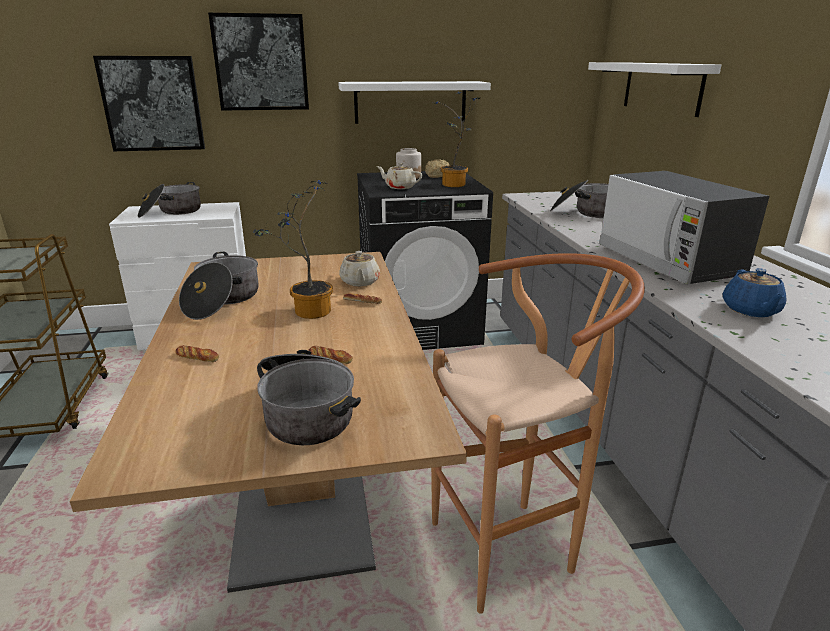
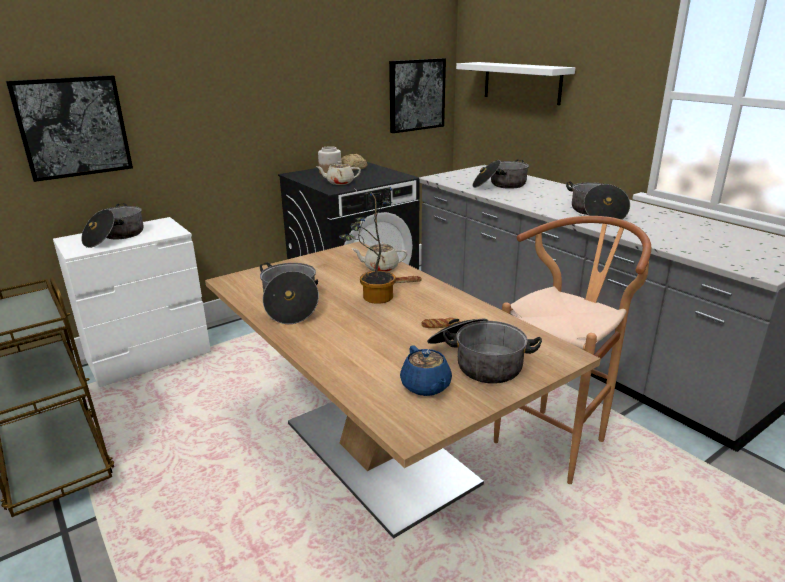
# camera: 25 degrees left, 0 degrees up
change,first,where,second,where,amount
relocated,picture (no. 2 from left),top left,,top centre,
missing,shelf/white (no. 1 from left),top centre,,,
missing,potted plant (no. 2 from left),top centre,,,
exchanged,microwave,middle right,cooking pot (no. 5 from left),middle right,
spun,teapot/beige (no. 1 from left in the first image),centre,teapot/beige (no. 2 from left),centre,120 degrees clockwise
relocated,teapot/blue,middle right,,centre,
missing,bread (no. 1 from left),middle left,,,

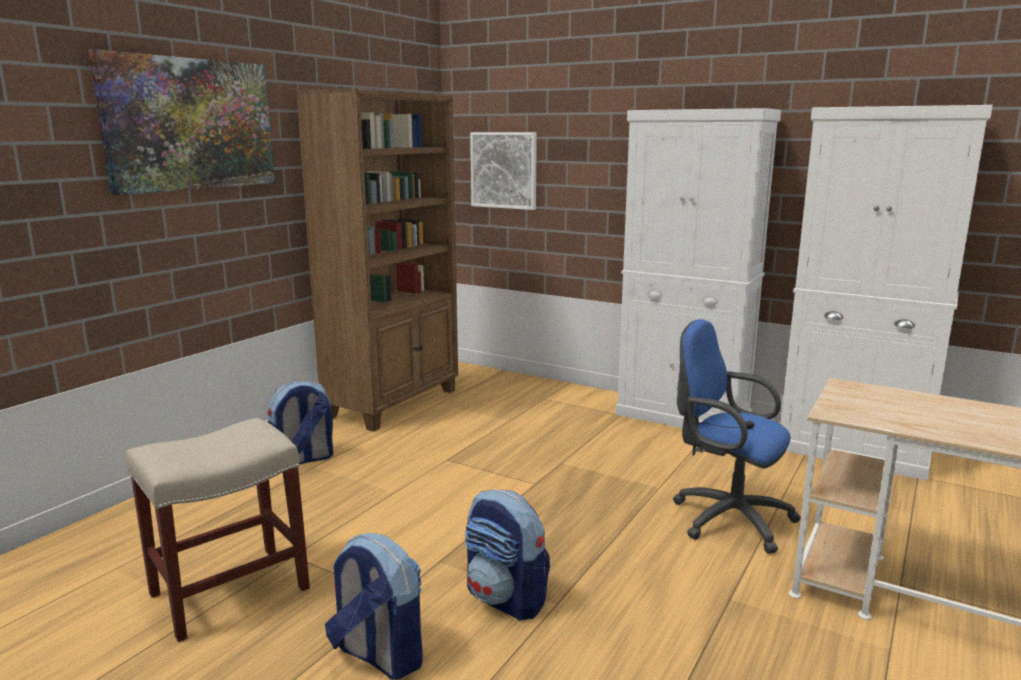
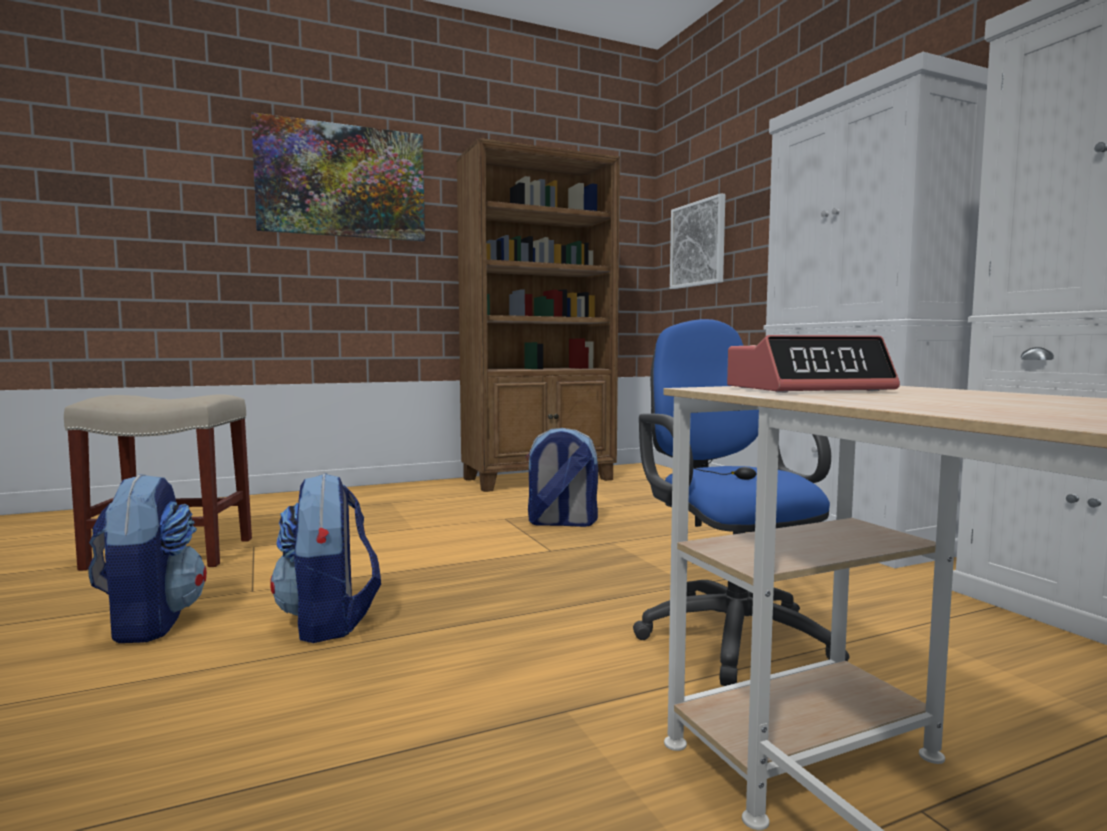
# camera: 35 degrees right, 10 degrees down
change,first,where,second,where,amount
relocated,backpack (no. 1 from left in the first image),middle left,backpack (no. 3 from left),centre,
appeared,,,alarm clock,middle right,

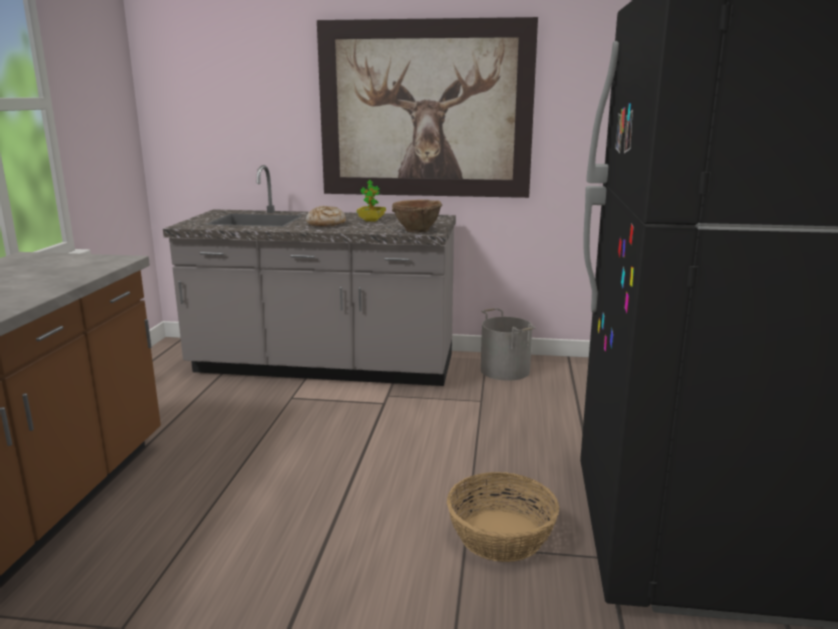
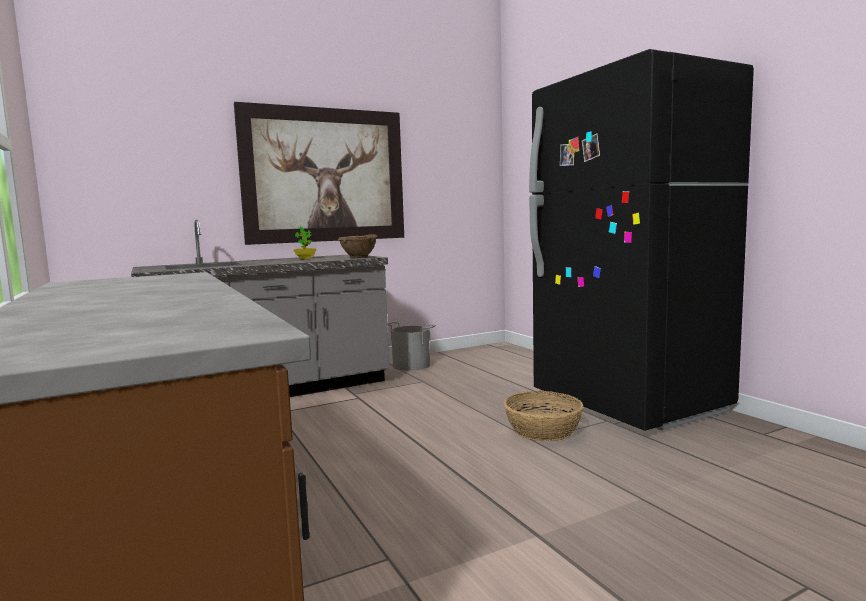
# camera: 35 degrees left, 10 degrees down
change,first,where,second,where,amount
missing,bread,centre,,,

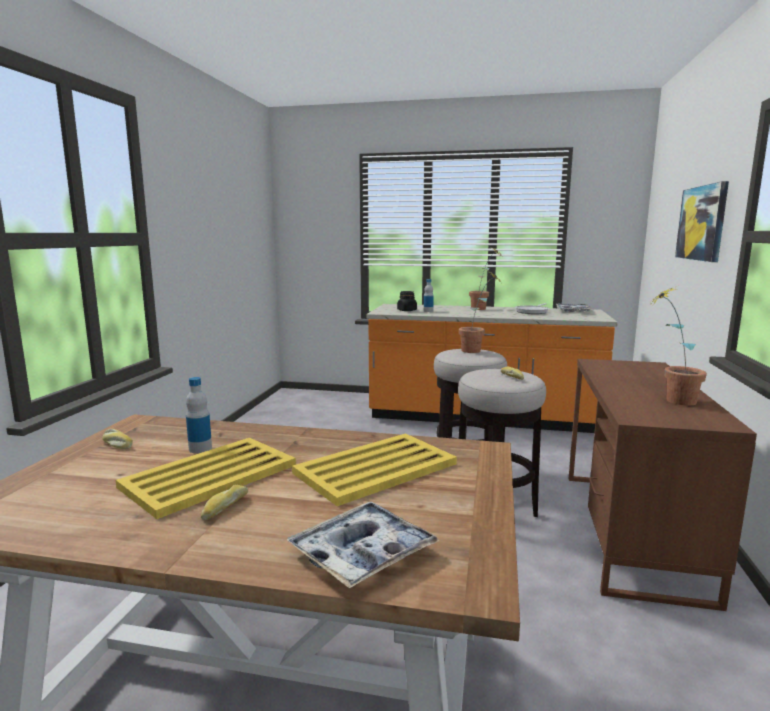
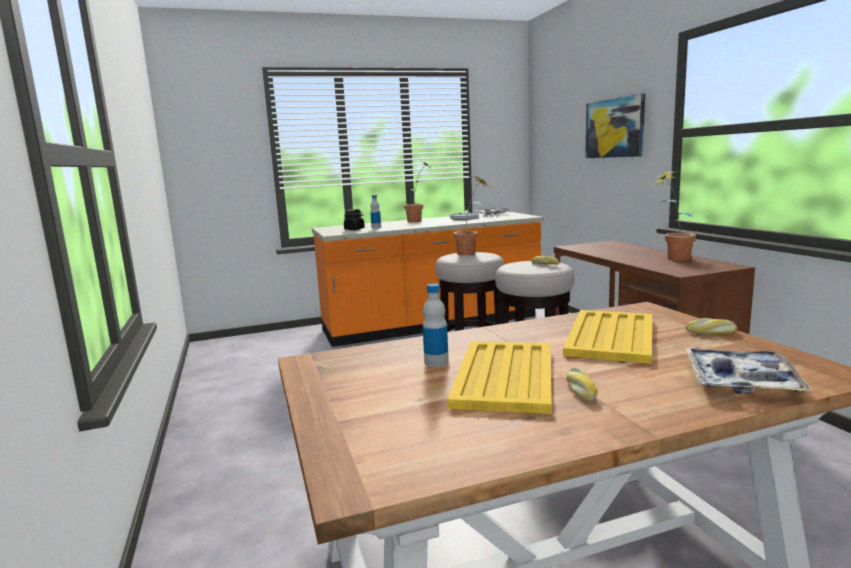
# camera: 30 degrees left, 0 degrees up
change,first,where,second,where,amount
relocated,bread (no. 1 from left in the first image),middle left,bread (no. 3 from left),middle right,

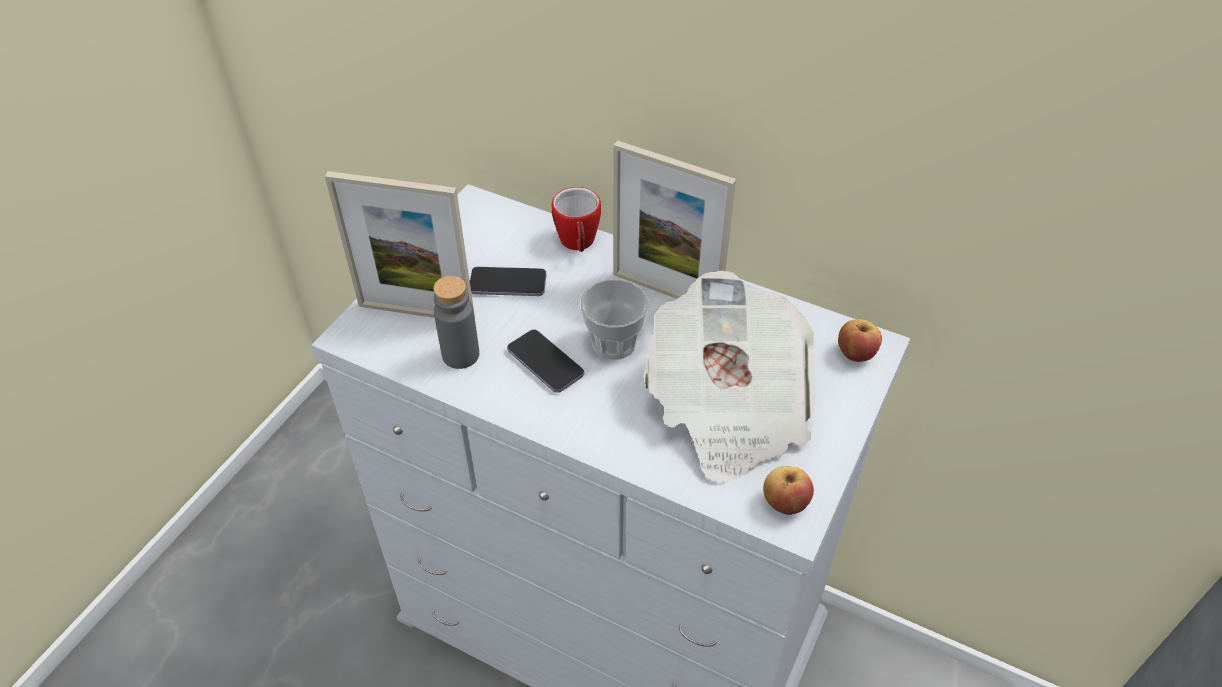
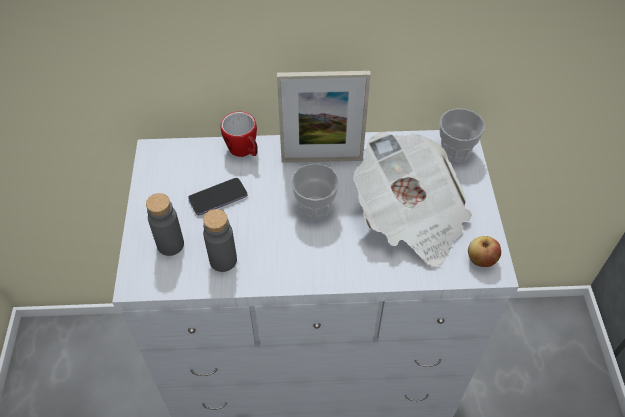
# camera: 30 degrees left, 5 degrees up
change,first,where,second,where,amount
exchanged,picture frame (no. 1 from left),middle left,bottle/grey (no. 1 from left),middle left,
exchanged,apple (no. 2 from left),middle right,cup (no. 2 from left),top right,
missing,phone (no. 2 from left),centre,,,

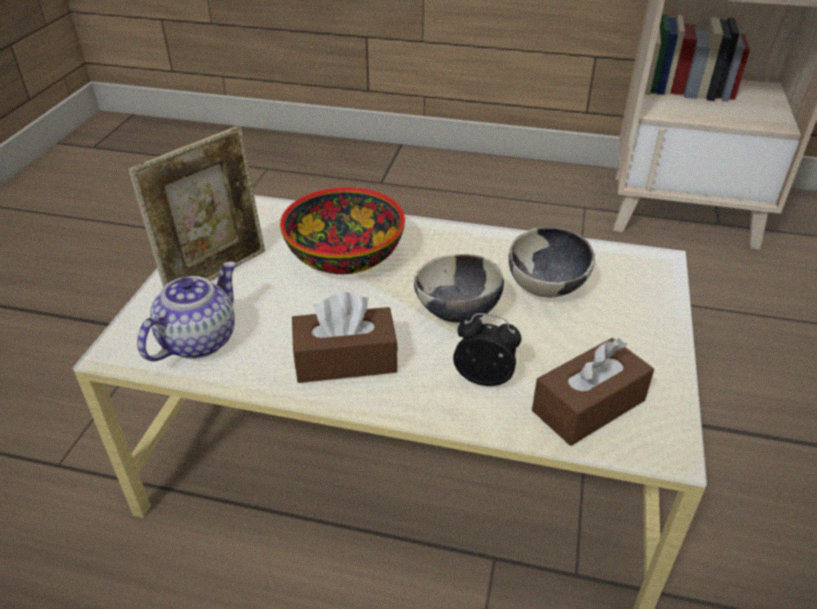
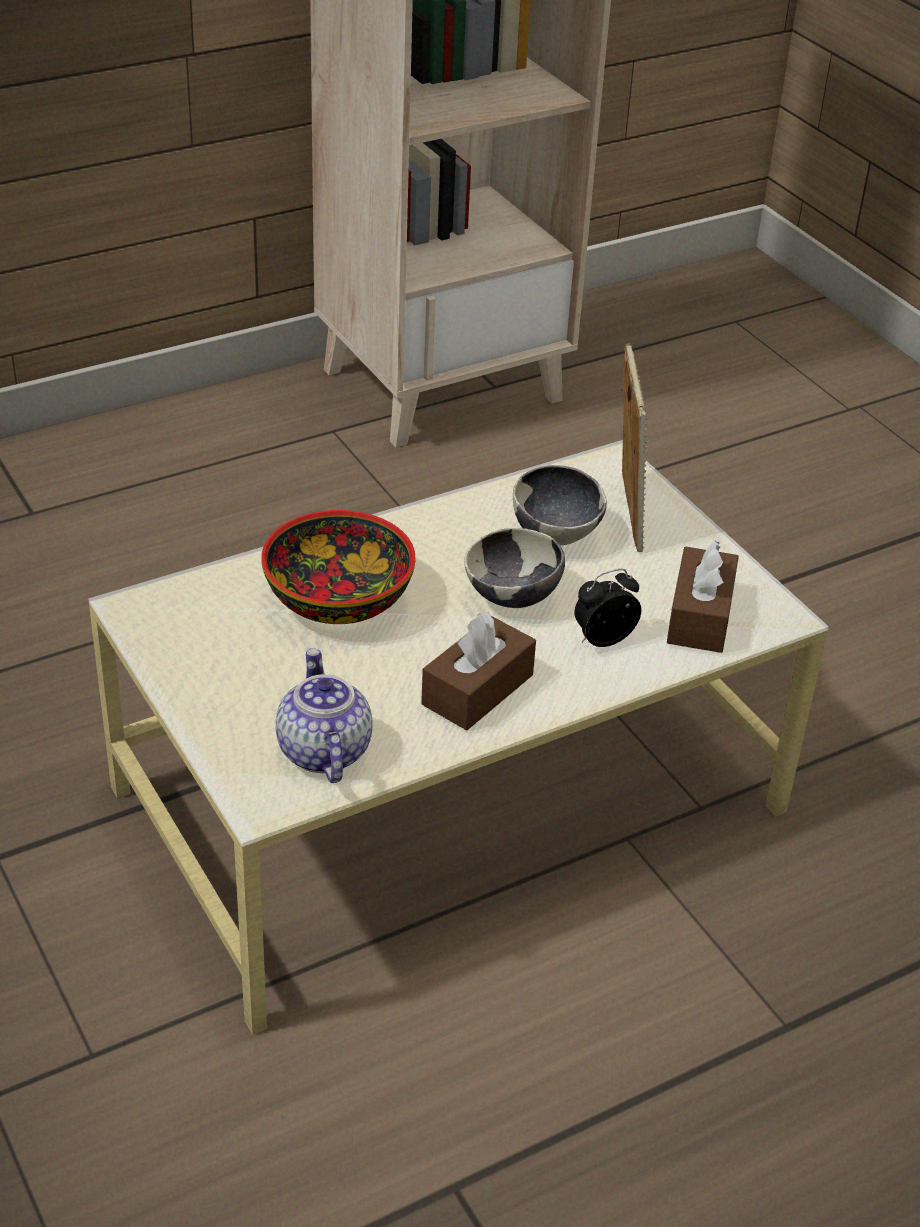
# camera: 45 degrees left, 0 degrees up
change,first,where,second,where,amount
relocated,picture frame,middle left,,middle right,

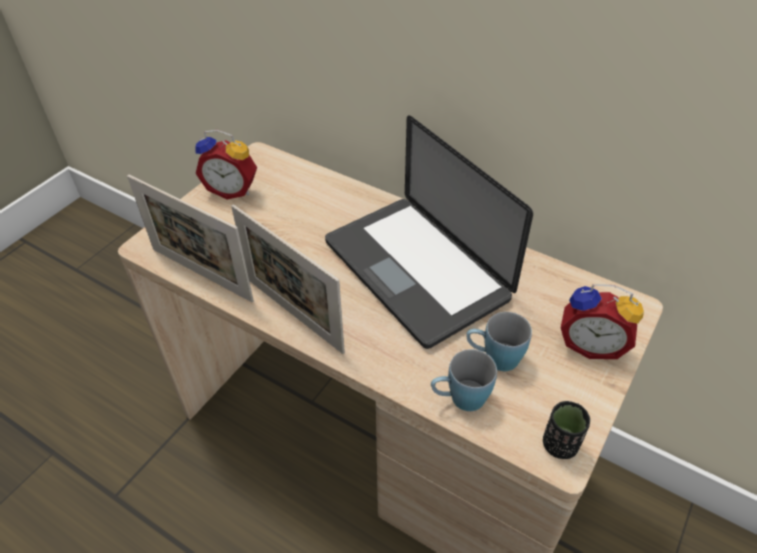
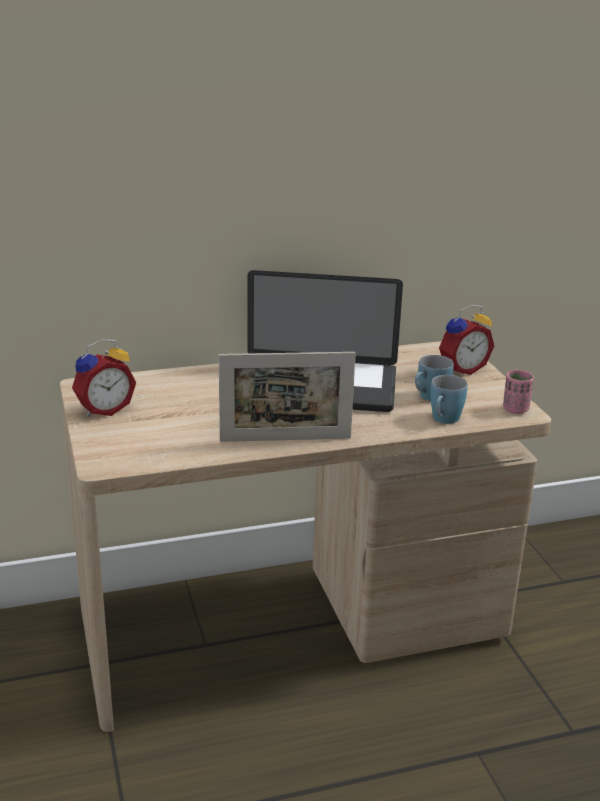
# camera: 50 degrees left, 20 degrees down
change,first,where,second,where,amount
missing,picture frame (no. 1 from left),middle left,,,
colour,cup/black,bottom right,cup/pink,middle right,

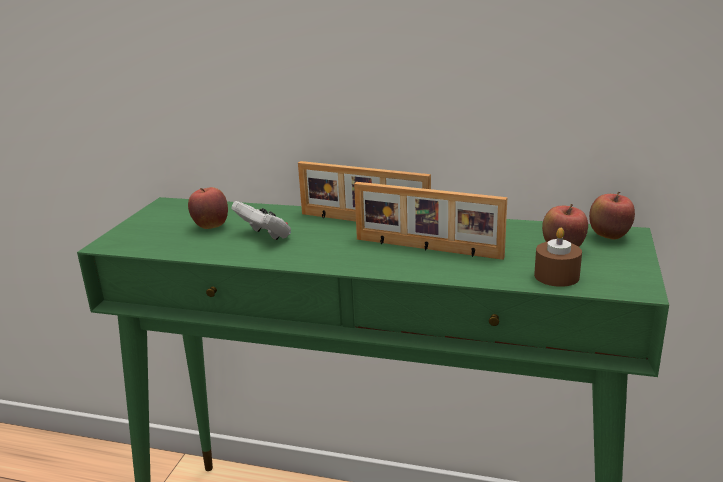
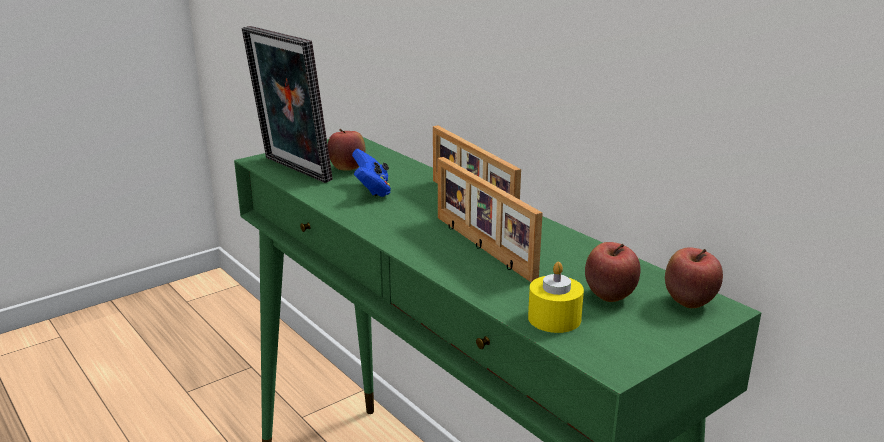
# camera: 35 degrees right, 0 degrees up
change,first,where,second,where,amount
colour,game controller/white,centre,game controller/blue,centre,
colour,candle/brown,middle right,candle/yellow,bottom centre,
appeared,,,picture frame (no. 1 from left),top left,

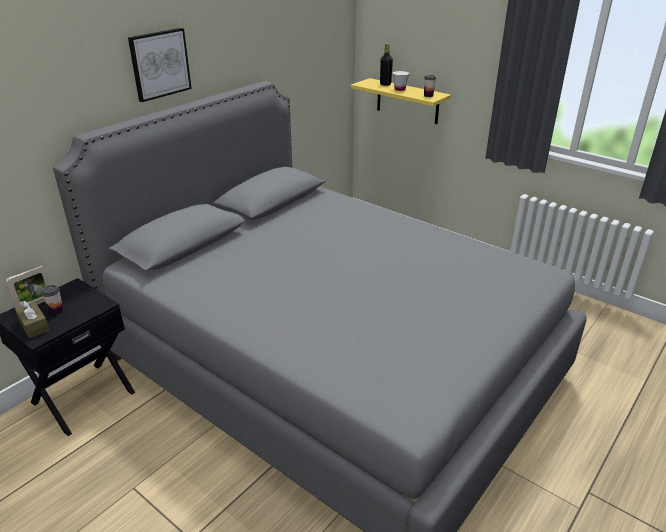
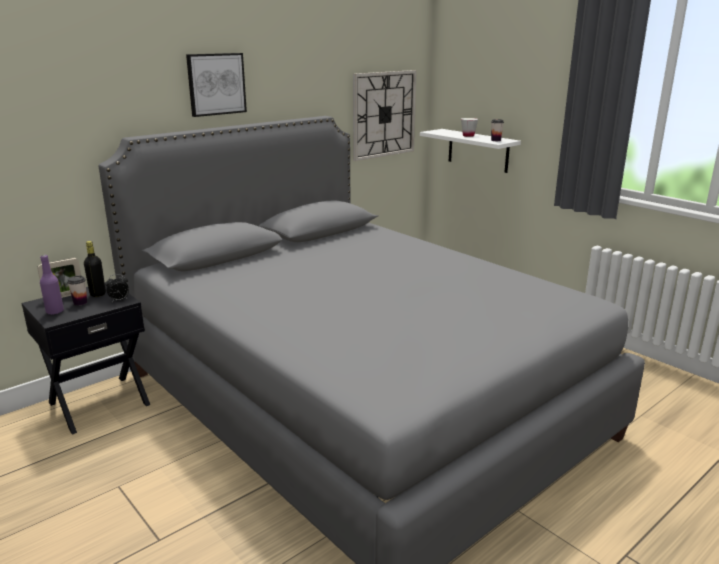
# camera: 10 degrees right, 10 degrees down
change,first,where,second,where,amount
relocated,bottle/black,top centre,,middle left,
colour,shelf/yellow,top centre,shelf/white,top centre,
exchanged,tissue box/brown,middle left,bottle/purple,middle left,
appeared,,,wall clock,top centre,
appeared,,,alarm clock,middle left,

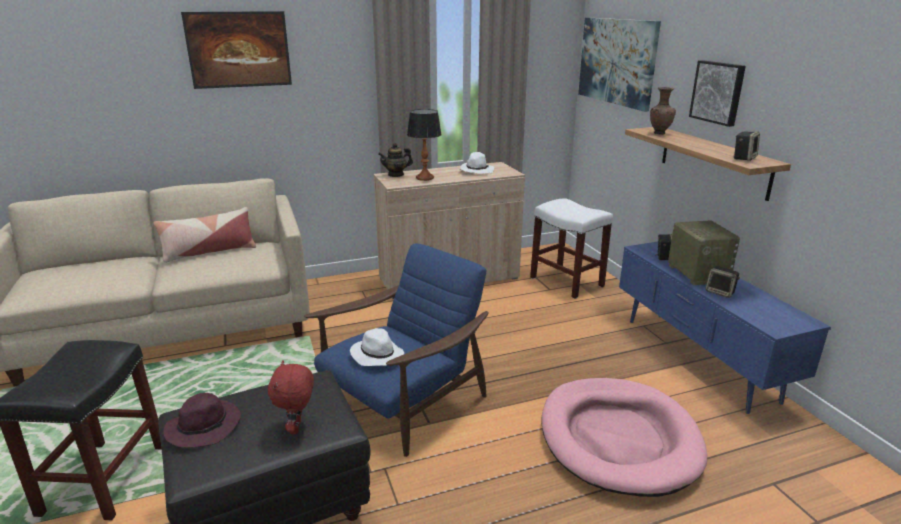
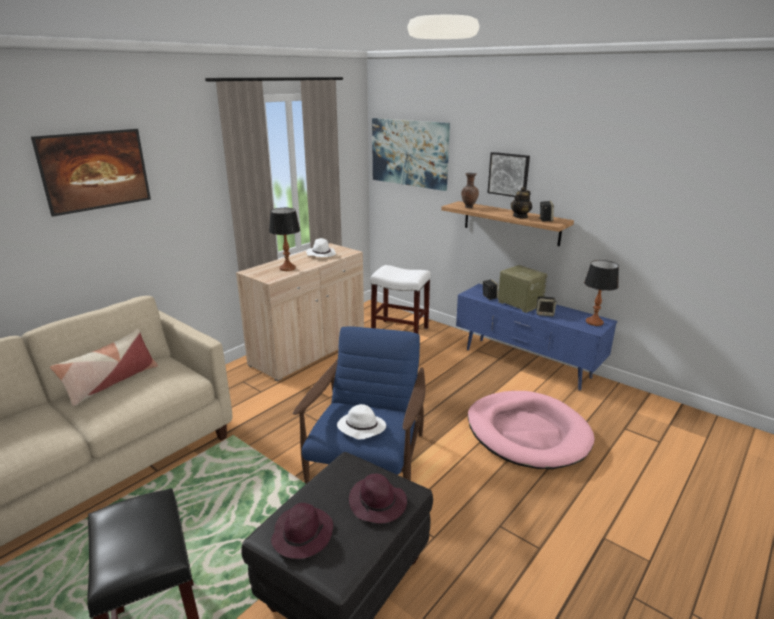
# camera: 30 degrees left, 0 degrees up
change,first,where,second,where,amount
relocated,teapot,top centre,,top right,
exchanged,plush toy/red,bottom left,hat/purple (no. 2 from left),bottom centre,
appeared,,,table lamp (no. 2 from left),middle right,

